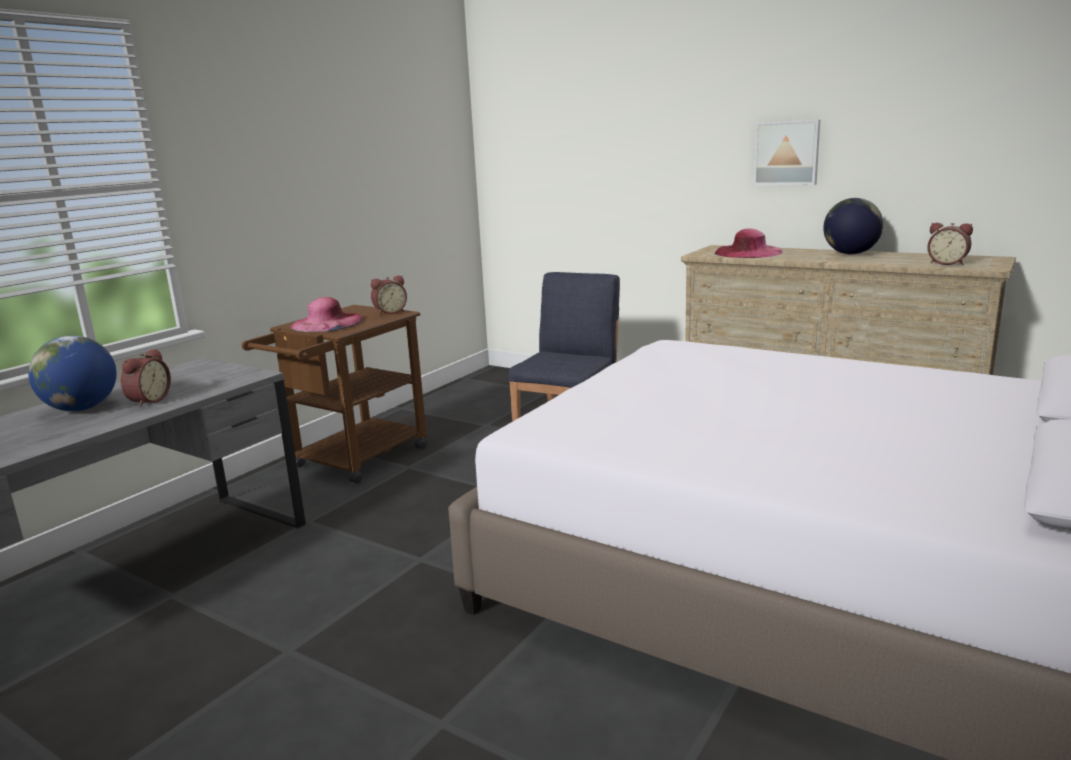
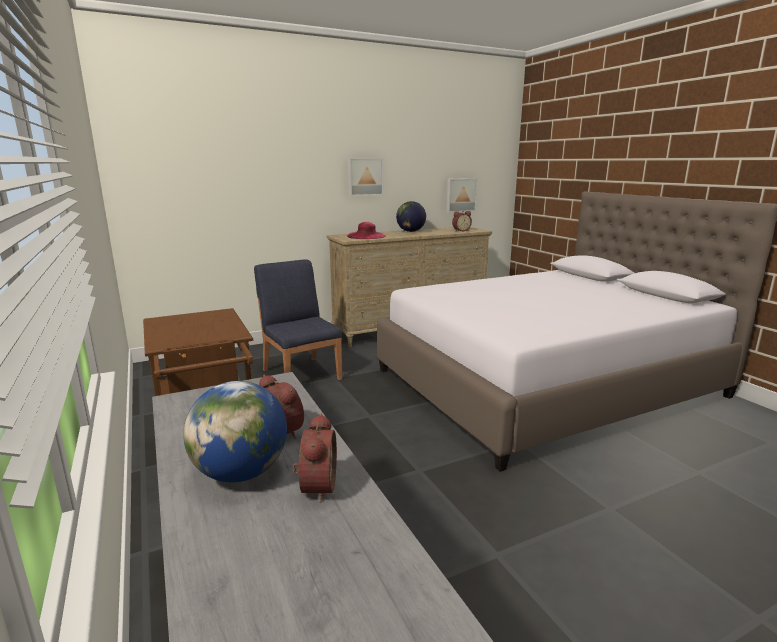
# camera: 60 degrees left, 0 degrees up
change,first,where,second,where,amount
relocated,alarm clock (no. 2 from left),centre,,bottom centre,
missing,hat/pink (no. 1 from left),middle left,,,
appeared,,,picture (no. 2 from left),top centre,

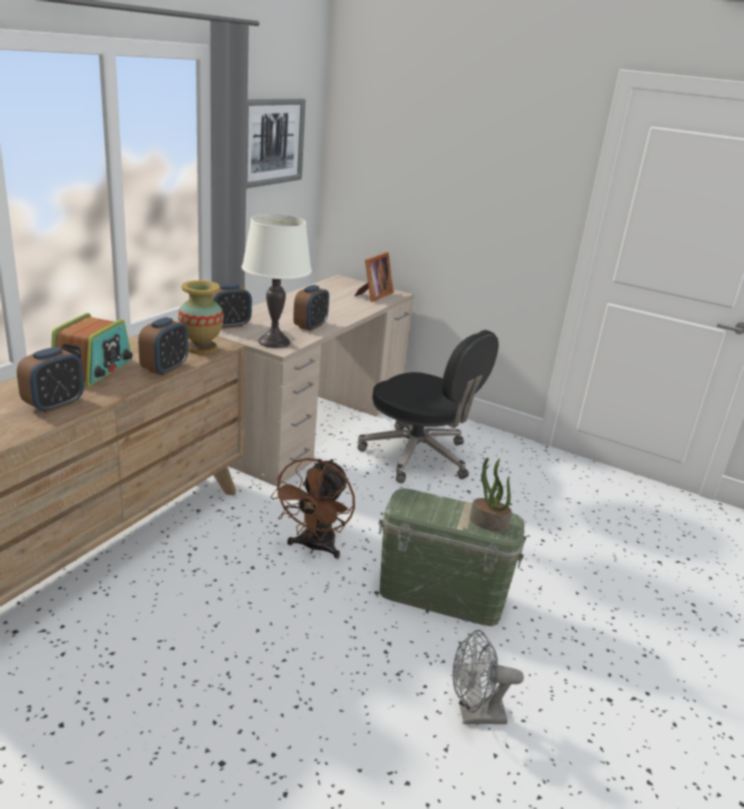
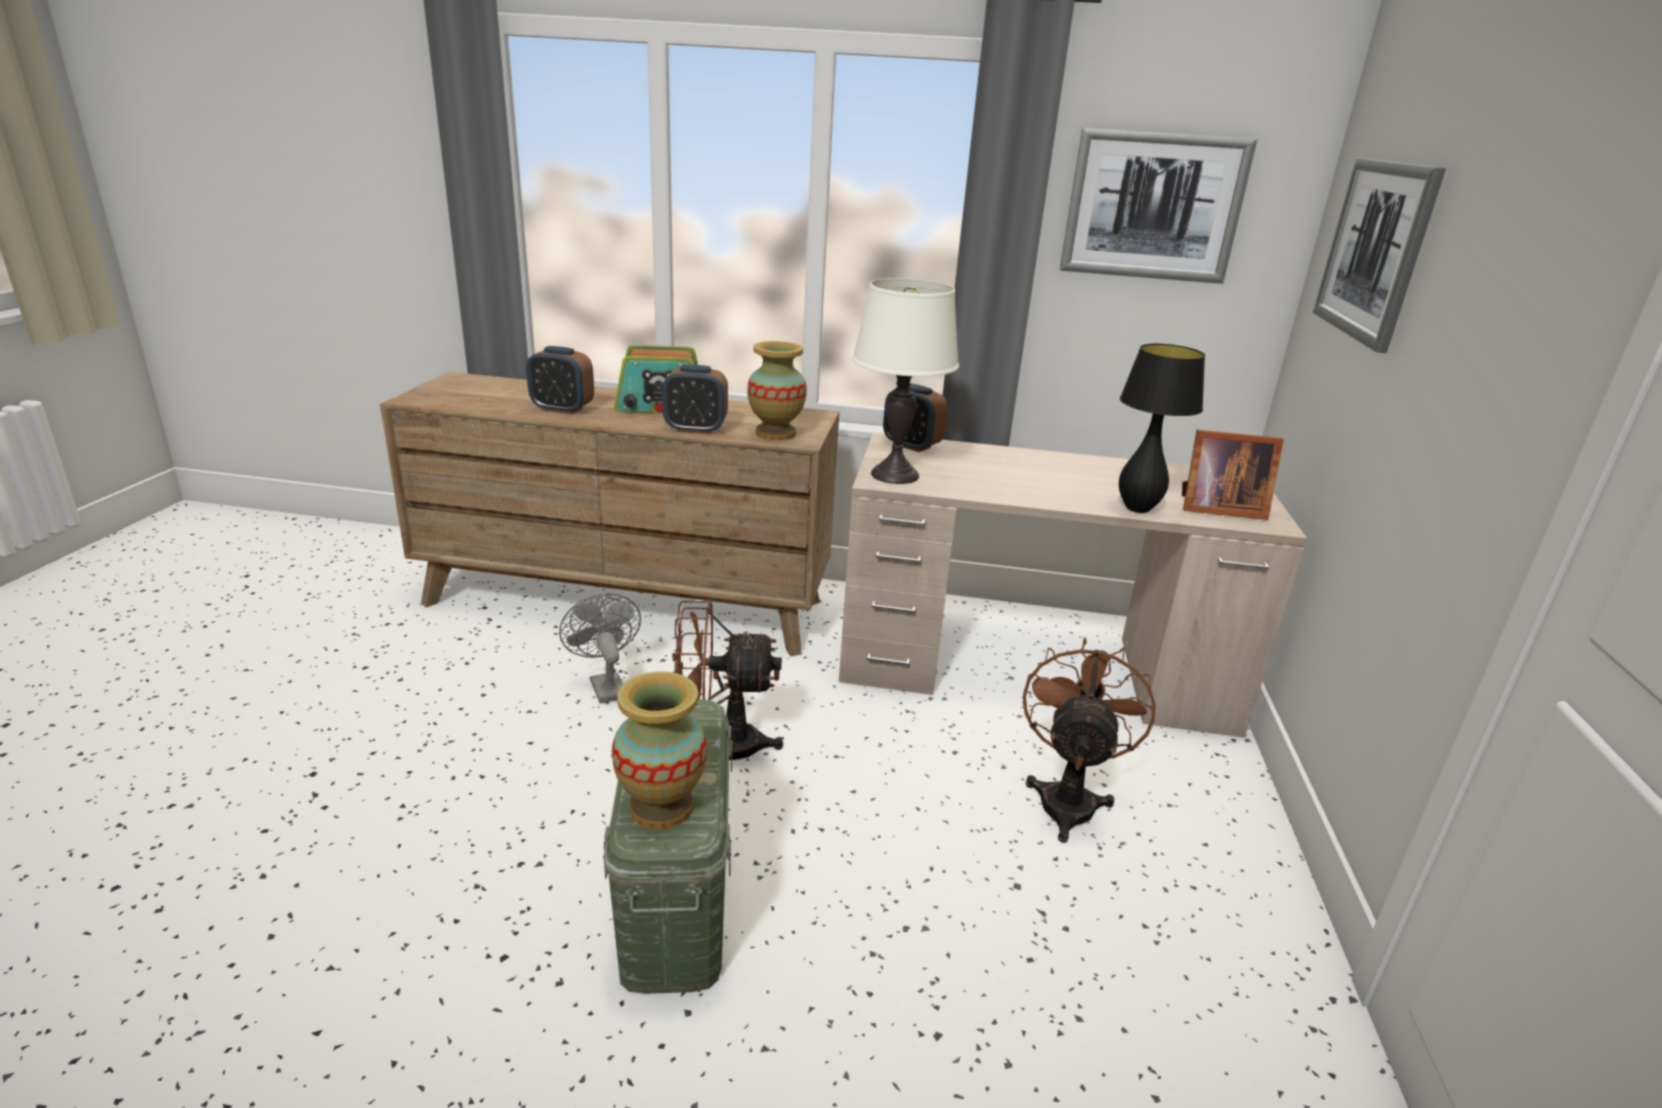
# camera: 70 degrees right, 0 degrees up
change,first,where,second,where,amount
missing,alarm clock (no. 4 from left),centre,,,
exchanged,office chair/black,centre,fan/brown (no. 2 from left),bottom centre,
exchanged,potted plant,centre,vase (no. 1 from left),bottom centre,
relocated,fan/grey,bottom centre,,centre,
appeared,,,picture (no. 2 from left),top right,
appeared,,,table lamp/black,middle right,

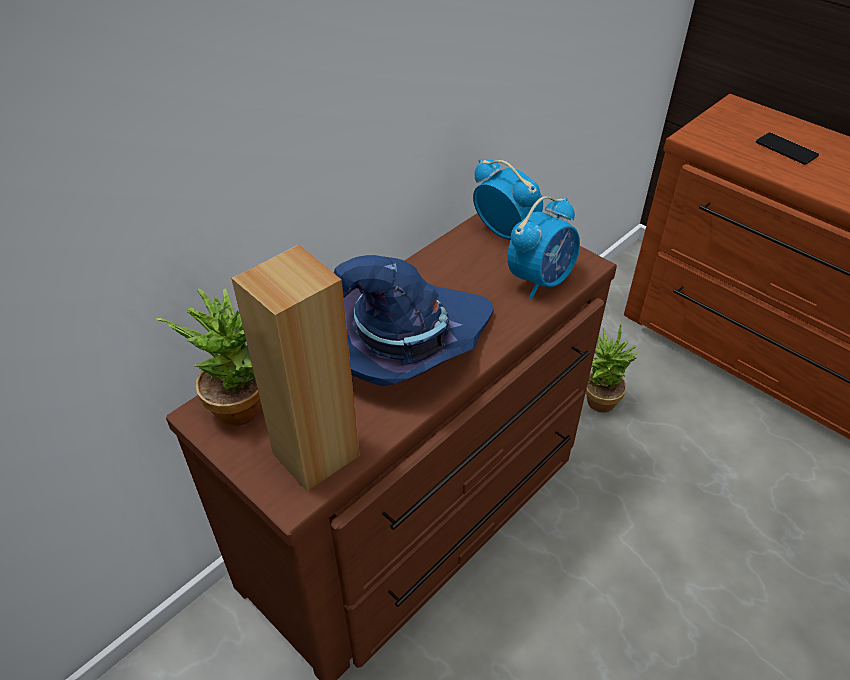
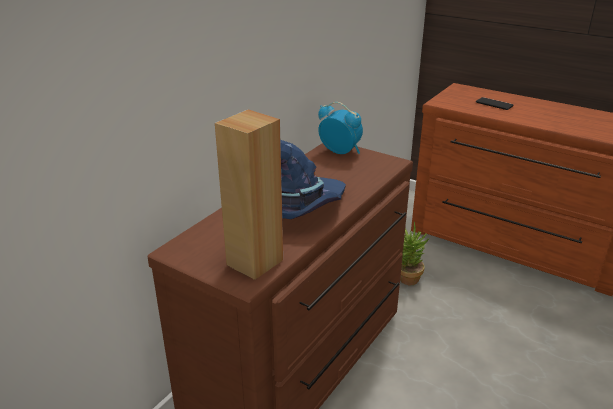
# camera: 10 degrees left, 15 degrees down
change,first,where,second,where,amount
missing,alarm clock (no. 2 from left),centre,,,
missing,potted plant (no. 1 from left),middle left,,,

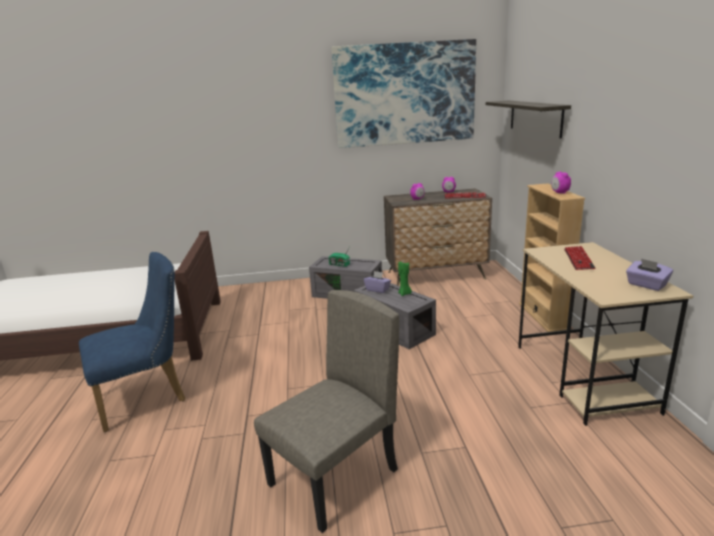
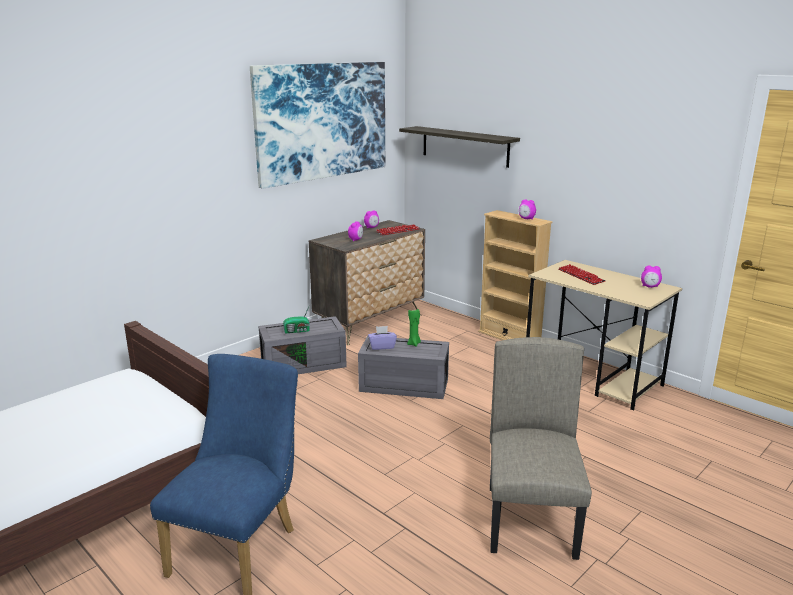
# camera: 40 degrees left, 0 degrees up
change,first,where,second,where,amount
exchanged,tissue box/purple (no. 2 from left),middle right,alarm clock (no. 4 from left),middle right,

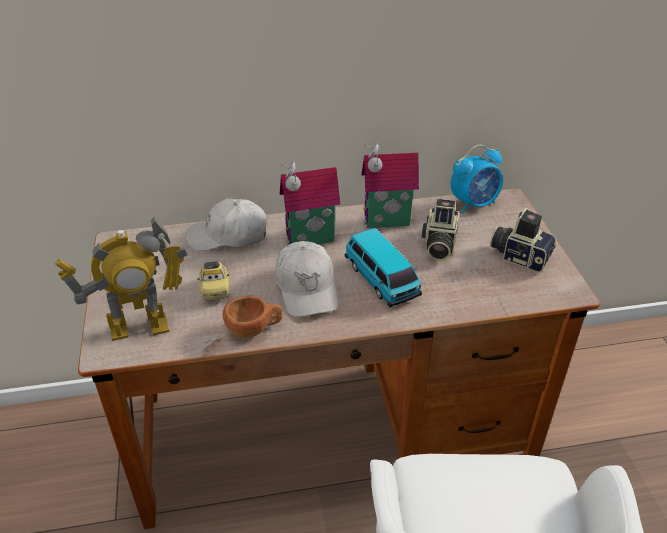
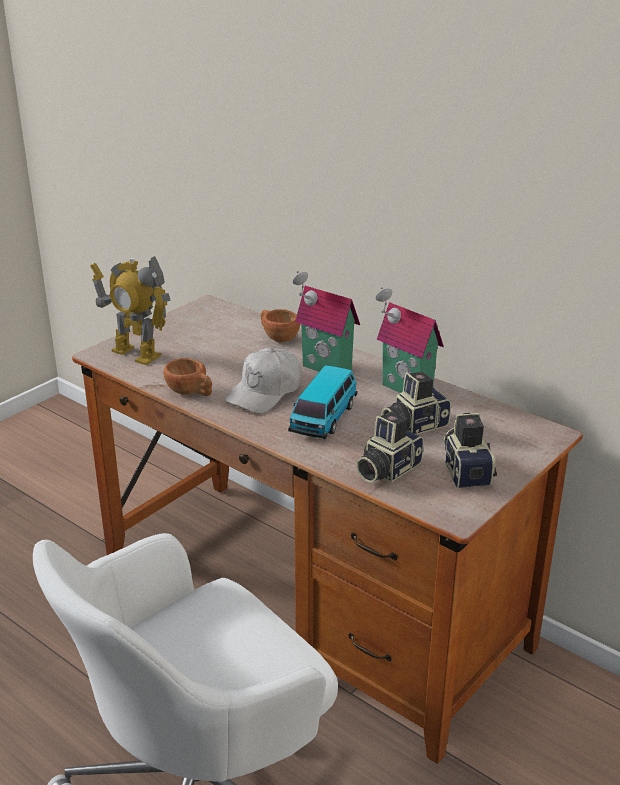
# camera: 50 degrees right, 10 degrees down
change,first,where,second,where,amount
missing,alarm clock,middle right,,,
exchanged,cap/white (no. 1 from left),centre,cup/brown (no. 2 from left),centre,
missing,toy car (no. 1 from left),middle left,,,
appeared,,,photo camera (no. 1 from left),centre,

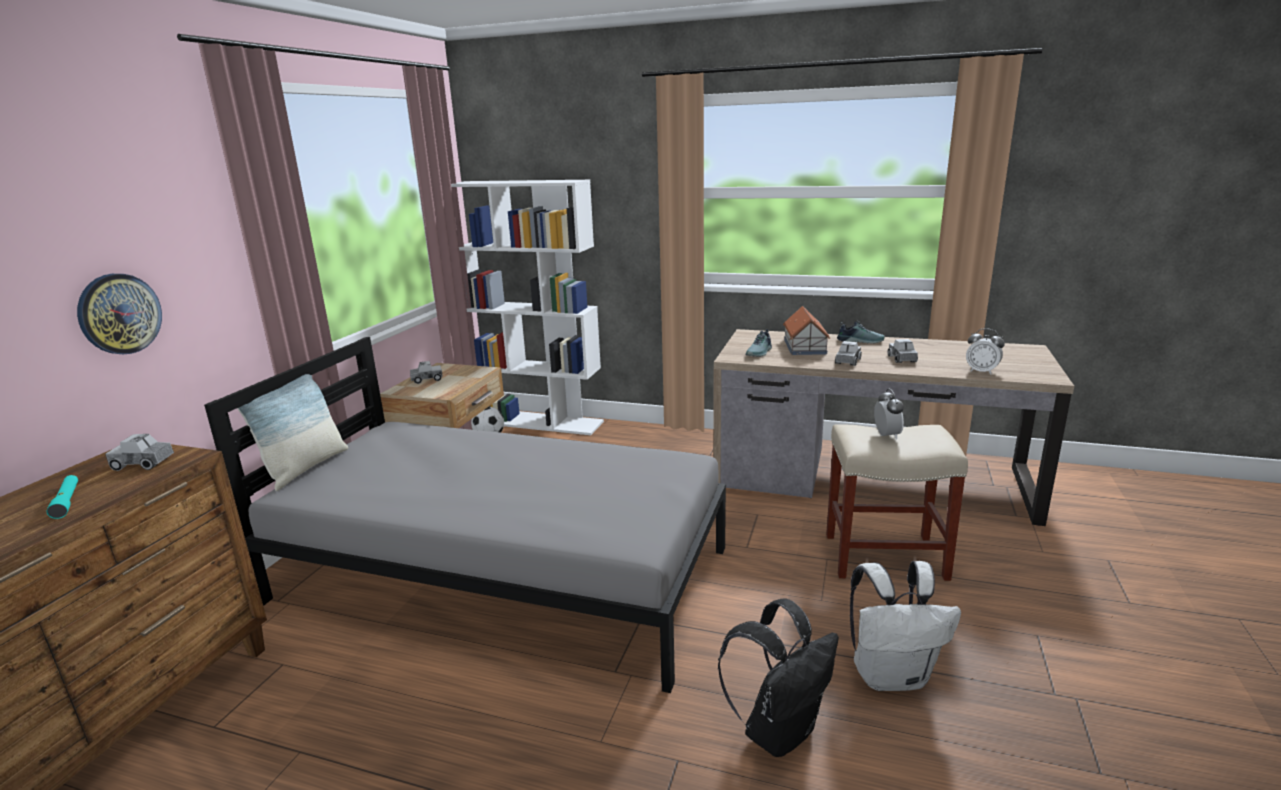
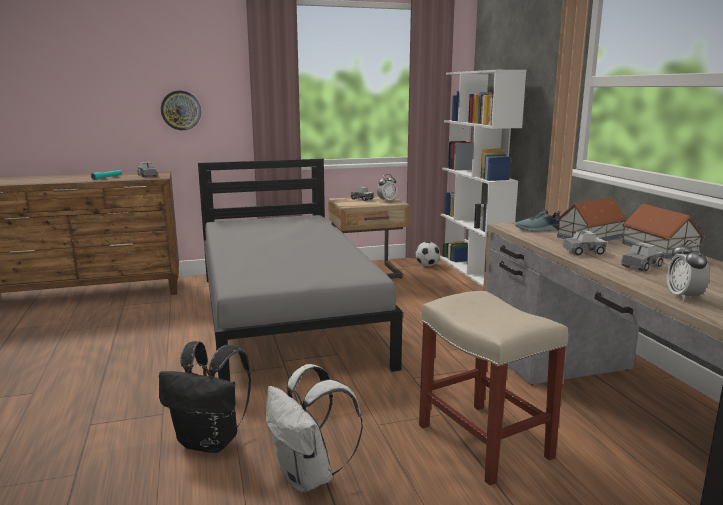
# camera: 55 degrees right, 5 degrees down
change,first,where,second,where,amount
exchanged,shoe (no. 2 from left),middle right,toy house (no. 2 from left),middle right,
missing,pillow,middle left,,,
relocated,alarm clock (no. 1 from left),middle right,,centre,

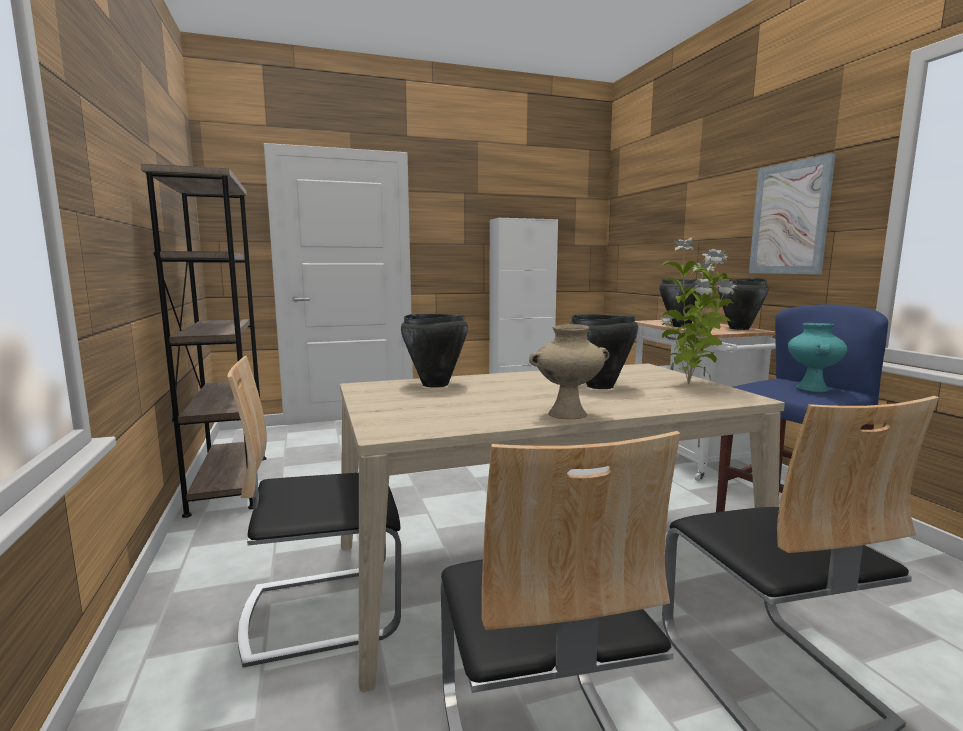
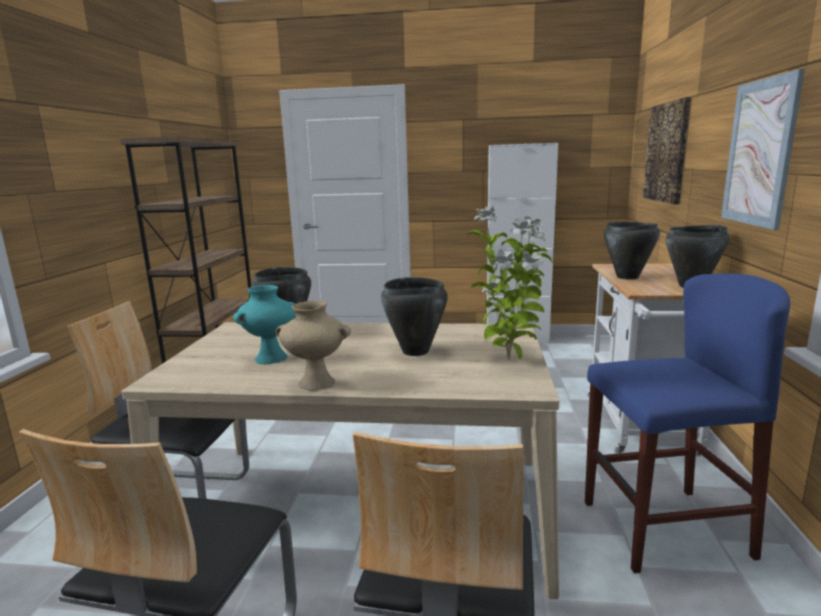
# camera: 25 degrees right, 5 degrees up
change,first,where,second,where,amount
relocated,vase/turquoise,middle right,,middle left,
appeared,,,picture (no. 1 from left),top right,

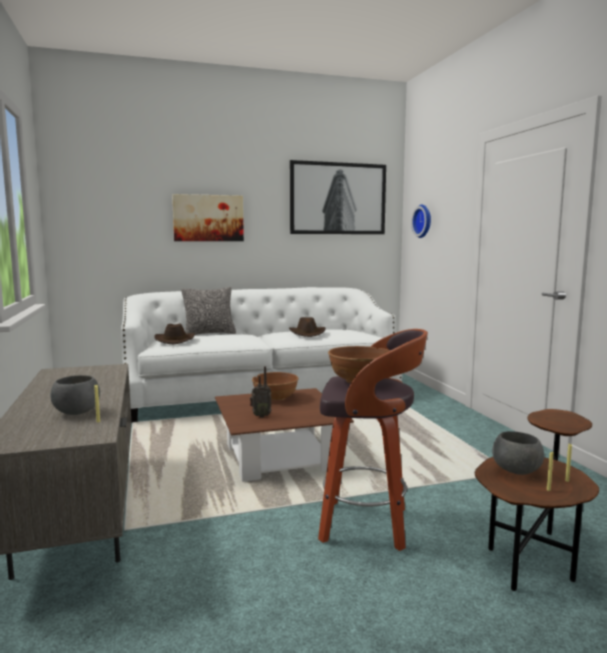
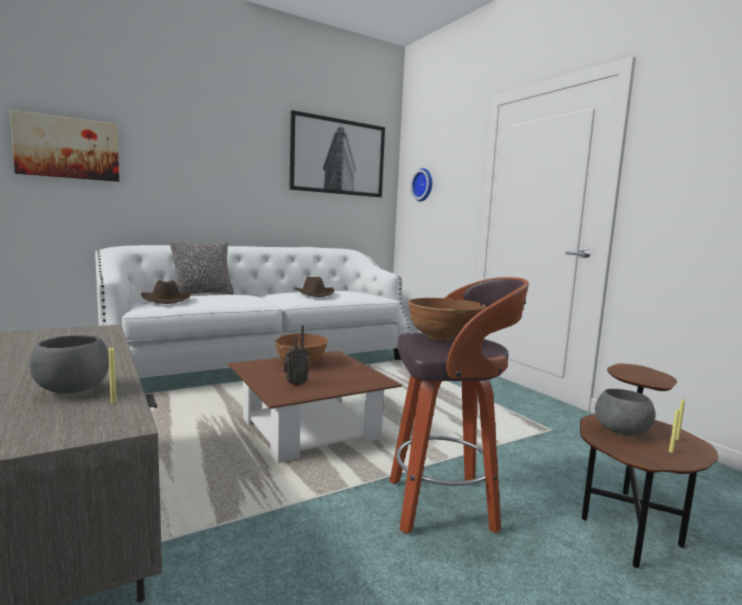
# camera: 15 degrees left, 0 degrees up
change,first,where,second,where,amount
relocated,picture (no. 1 from left),top centre,,top left,

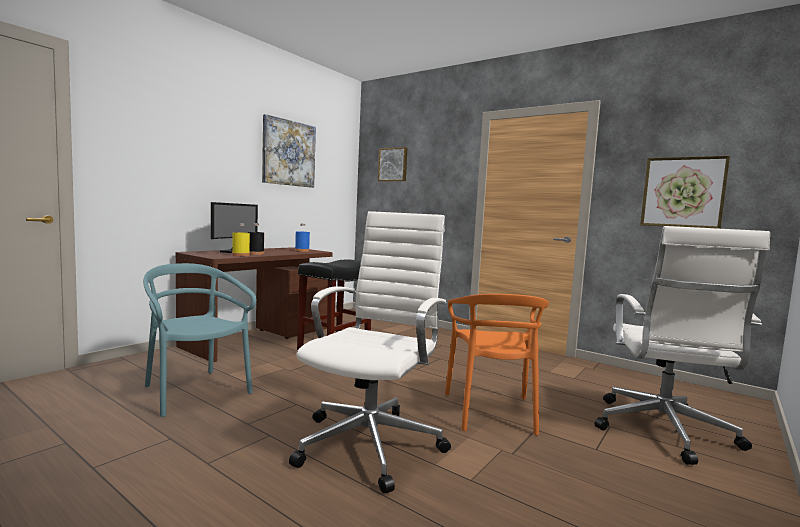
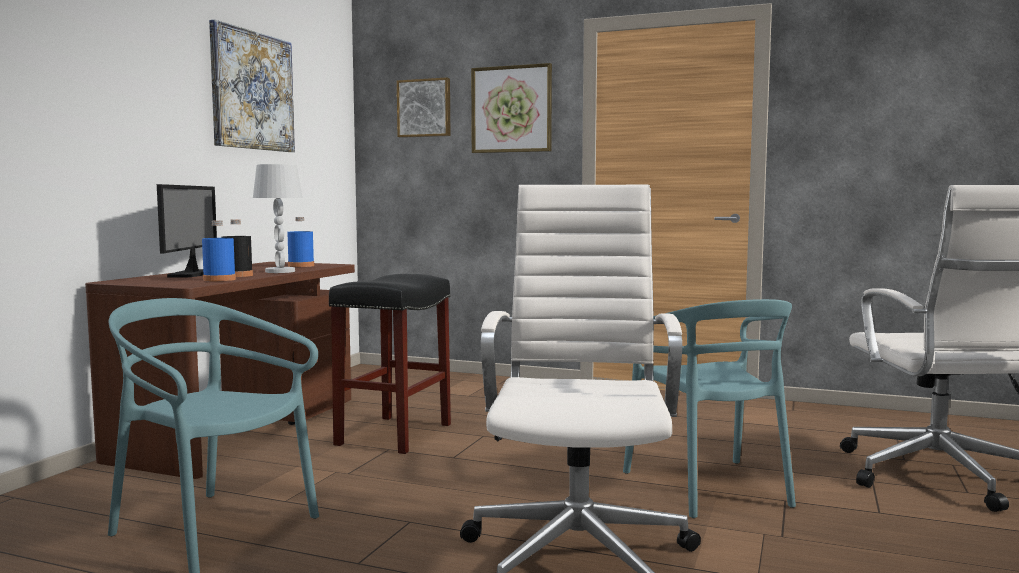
# camera: 15 degrees left, 0 degrees up
change,first,where,second,where,amount
relocated,picture (no. 3 from left),middle right,,top centre,
colour,bottle/yellow,middle left,bottle/blue (no. 1 from left),middle left,
colour,chair/orange,bottom centre,chair/turquoise (no. 2 from left),bottom right,
appeared,,,table lamp/white,middle left,

